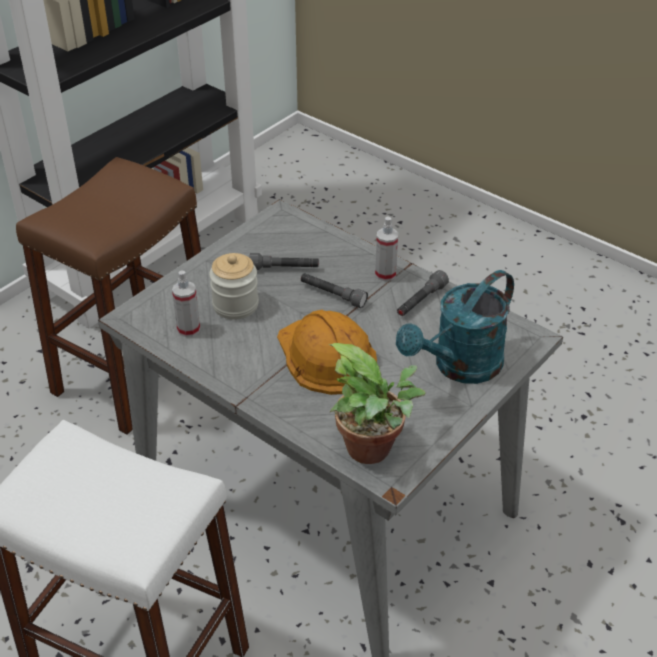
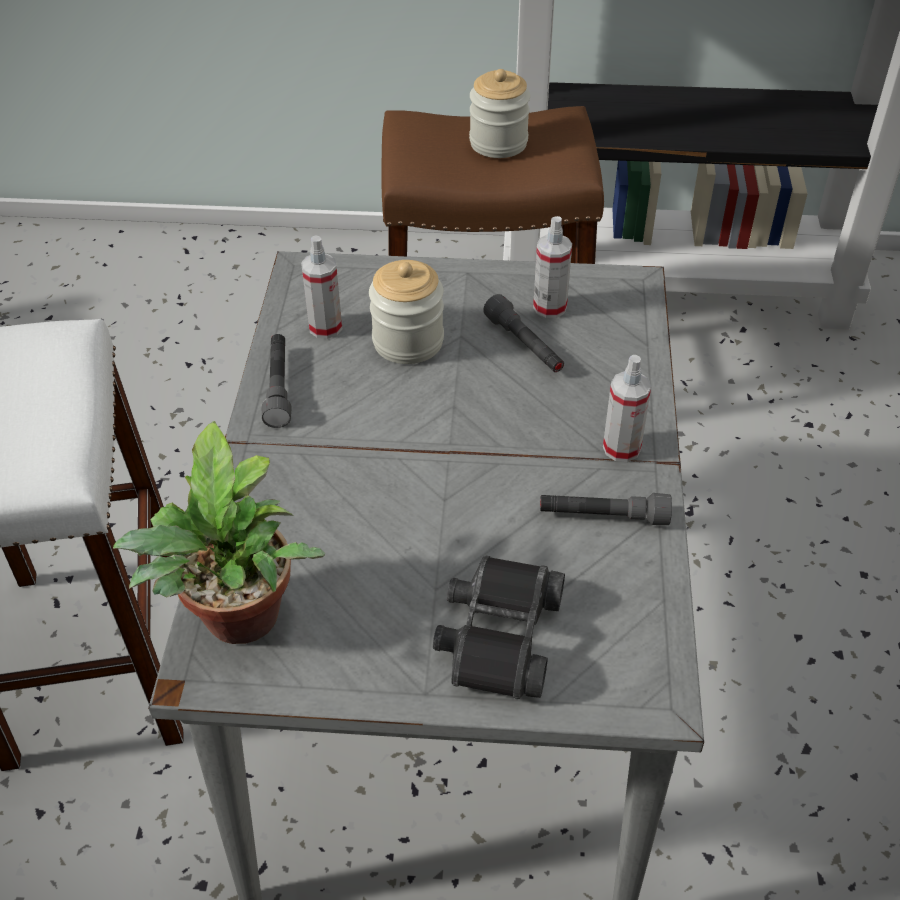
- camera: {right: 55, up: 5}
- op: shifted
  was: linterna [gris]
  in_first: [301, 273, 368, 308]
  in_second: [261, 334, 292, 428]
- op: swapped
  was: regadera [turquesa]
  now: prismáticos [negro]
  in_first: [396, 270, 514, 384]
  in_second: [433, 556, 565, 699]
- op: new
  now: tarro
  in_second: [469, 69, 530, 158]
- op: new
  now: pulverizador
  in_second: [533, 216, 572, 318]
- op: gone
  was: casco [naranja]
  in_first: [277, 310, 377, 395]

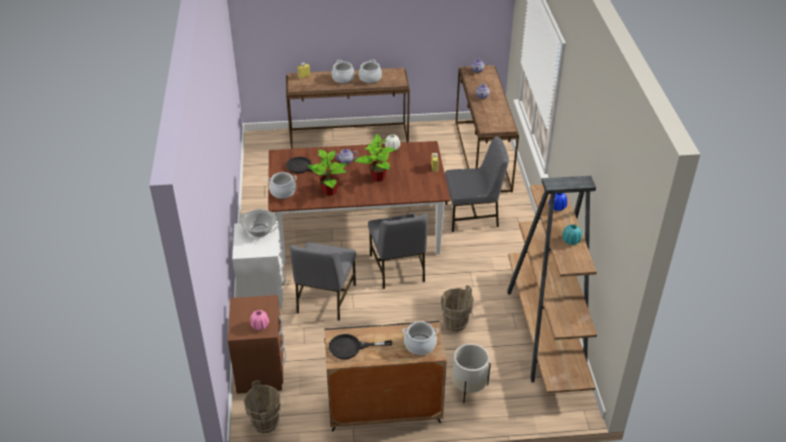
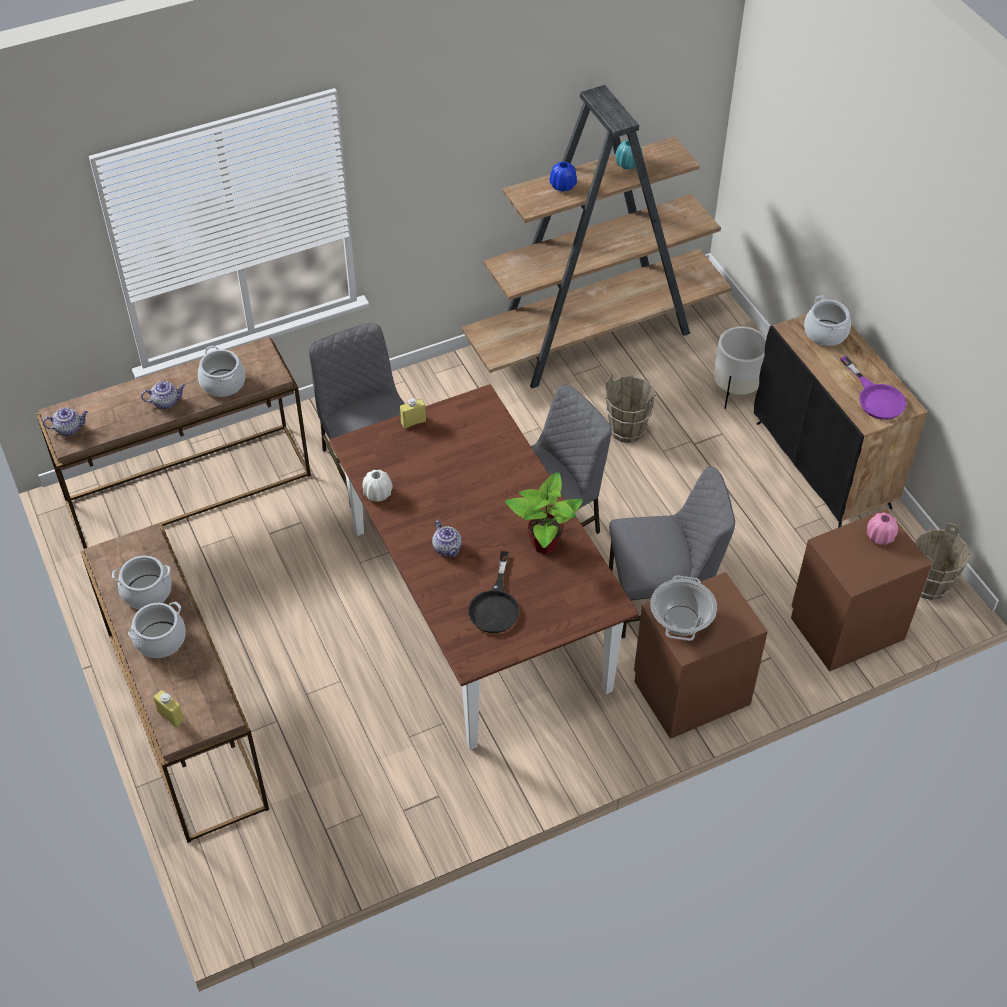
- camera: {right: -110, up: 10}
- op: shifted
  was: olla
  in_first: [267, 172, 297, 199]
  in_second: [198, 346, 245, 397]
- op: repainted
  was: mesita de noche [blanco]
  now: mesita de noche [marrón]
  in_first: [232, 221, 286, 309]
  in_second: [634, 572, 768, 739]
- op: repainted
  was: sartén [negro]
  now: sartén [morado]
  in_first: [329, 334, 392, 359]
  in_second: [840, 356, 906, 420]
- op: gone
  was: planta en maceta
  in_first: [355, 134, 396, 182]

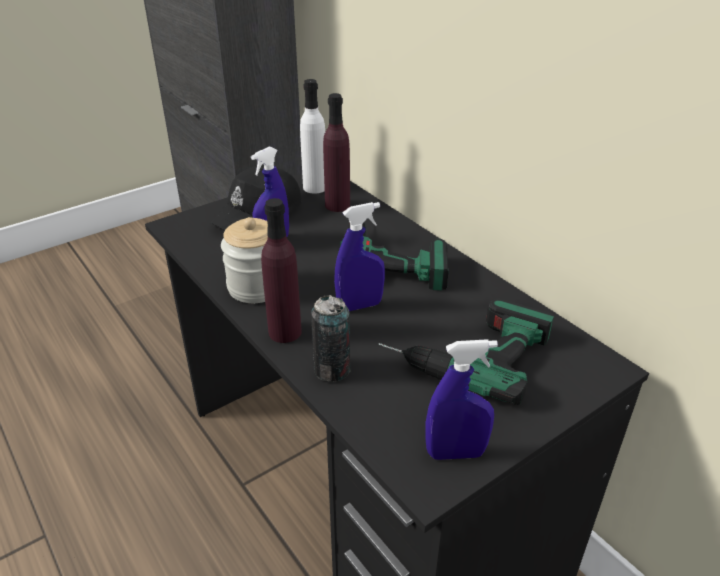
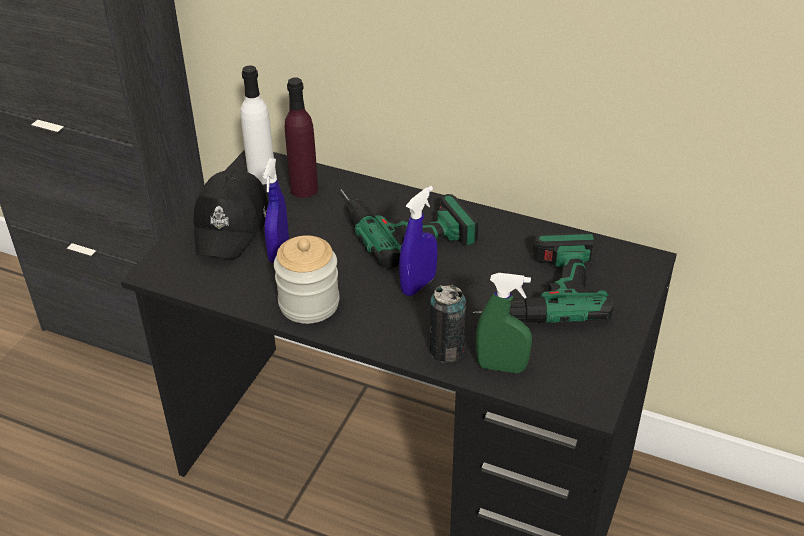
- camera: {right: -30, up: 5}
- op: new
  now: pulverizador [verde]
  in_second: [476, 273, 532, 373]
- op: gone
  was: botella [morado]
  in_first: [261, 198, 302, 343]
- op: gone
  was: pulverizador [azul]
  in_first: [426, 339, 498, 460]

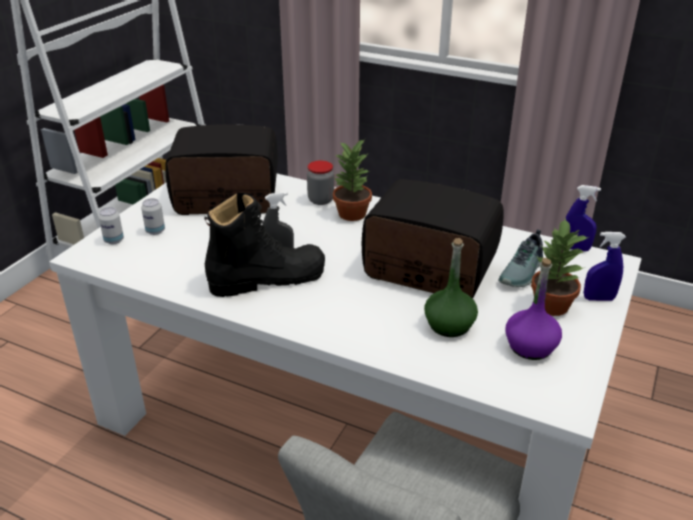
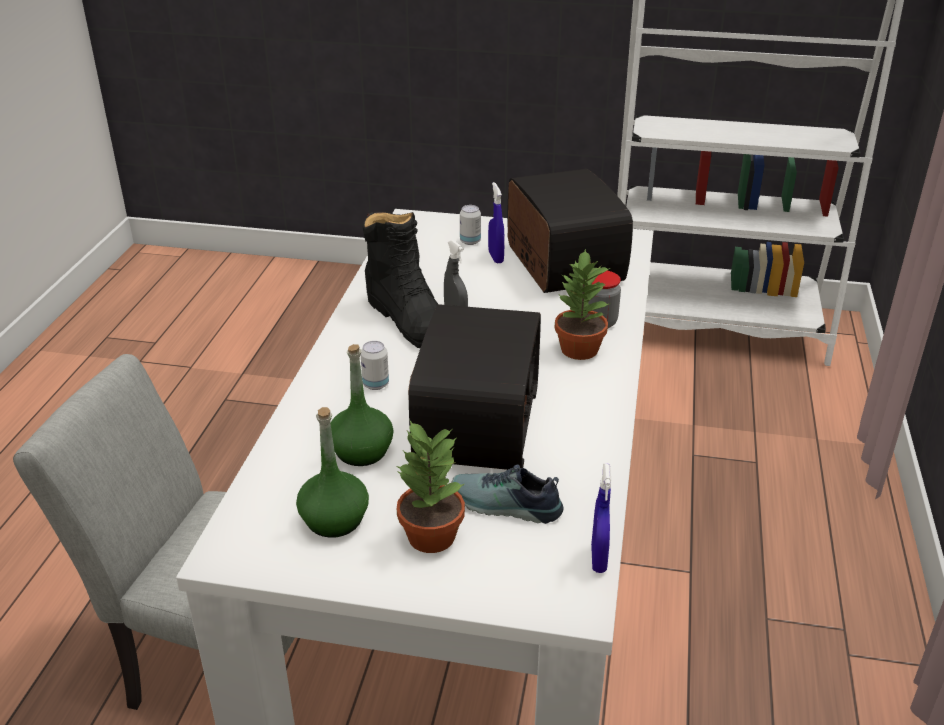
- camera: {right: 75, up: 0}
- op: repainted
  was: botella [morado]
  now: botella [verde]
  in_first: [505, 258, 562, 360]
  in_second: [296, 407, 369, 538]
- op: shifted
  was: lata
  in_first: [99, 207, 124, 244]
  in_second: [361, 341, 389, 390]
- op: shifted
  was: pulverizador [azul]
  in_first: [584, 232, 626, 301]
  in_second: [488, 182, 505, 264]

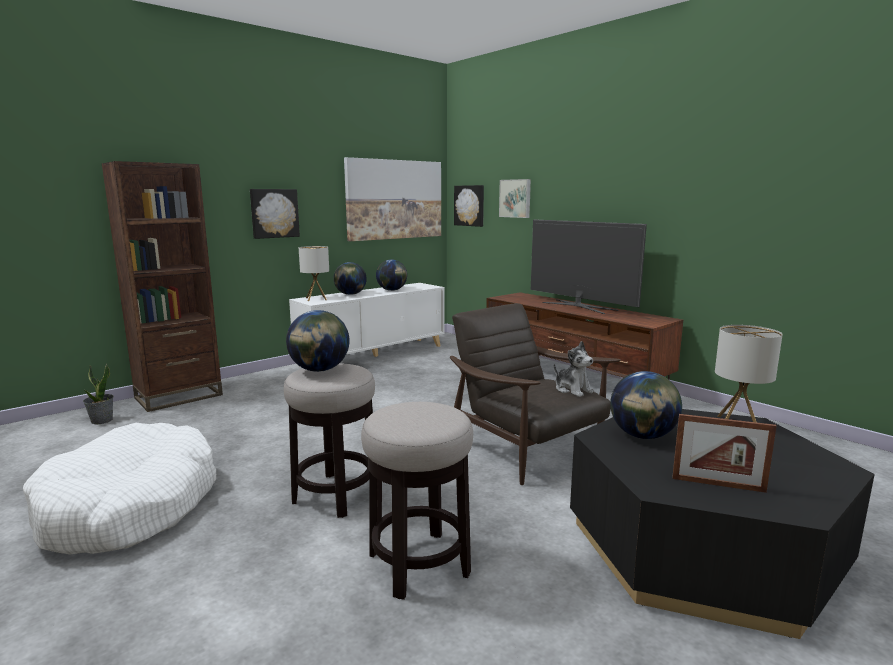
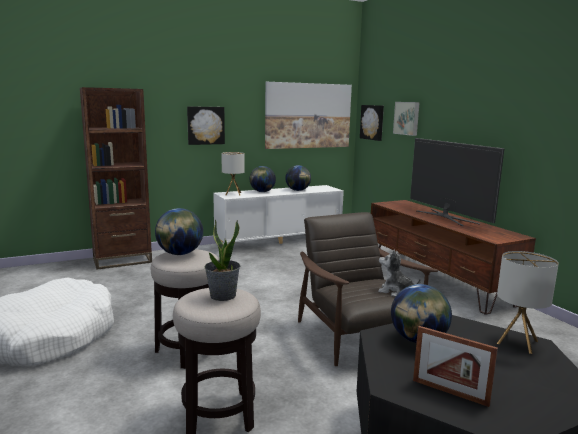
- camera: {right: 15, up: 0}
- op: shifted
  was: planta en maceta
  in_first: [83, 364, 114, 424]
  in_second: [205, 220, 240, 301]
- op: rotated
  was: peluche
  in_first: [554, 341, 594, 397]
  in_second: [378, 250, 421, 297]
  clockwise: 135

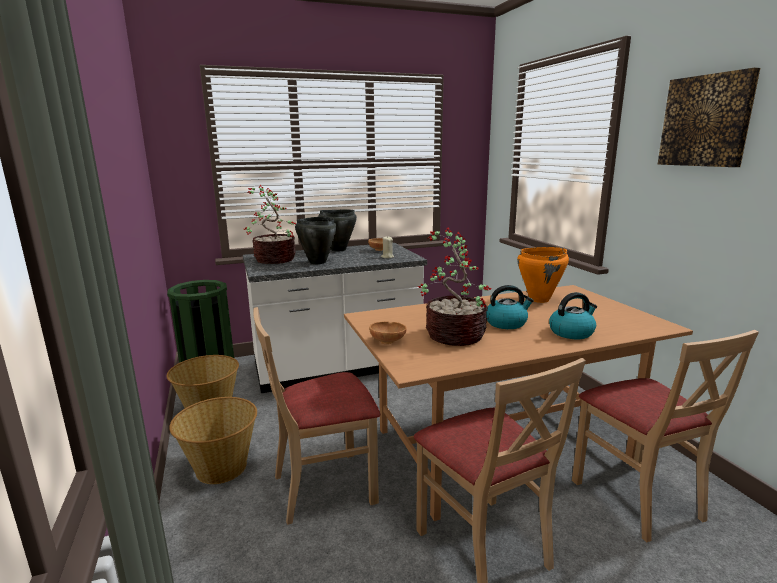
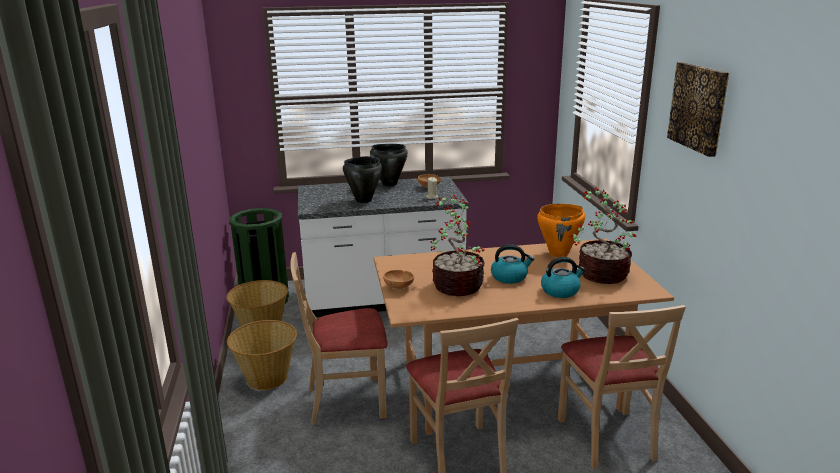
- camera: {right: 10, up: 5}
- op: shifted
  was: planta en maceta
  in_first: [244, 185, 296, 264]
  in_second: [569, 187, 636, 284]

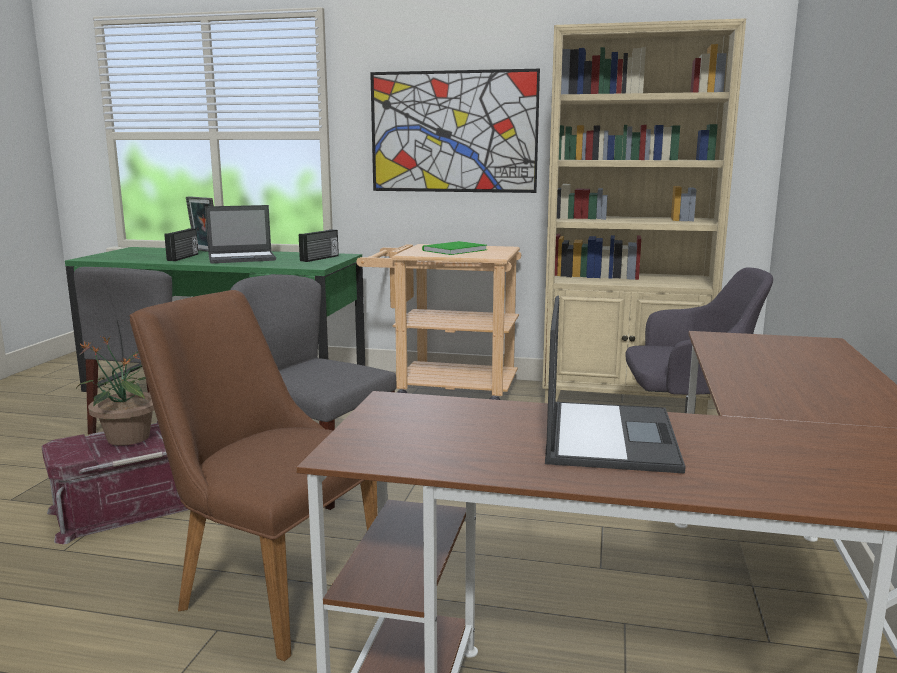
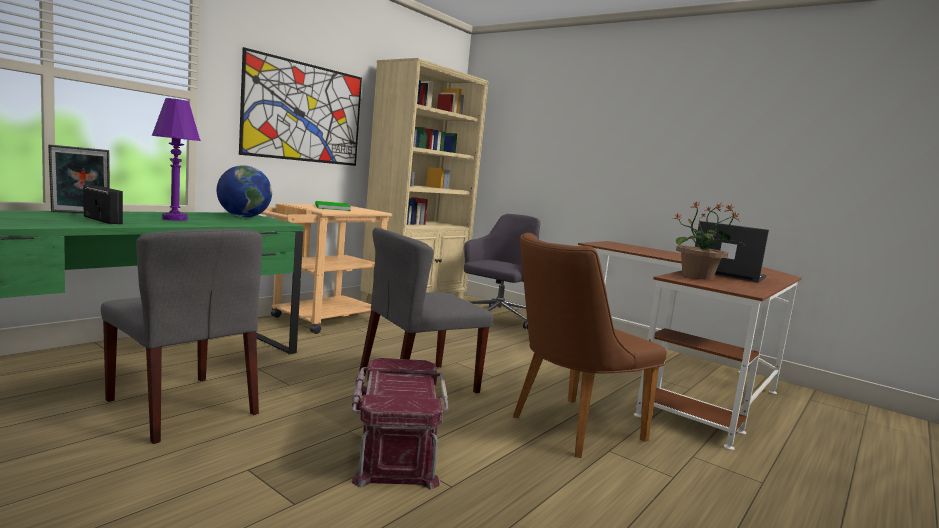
- camera: {right: -65, up: -5}
- op: swapped
  was: portátil
  now: lámpara de mesa [morado]
  in_first: [205, 205, 276, 263]
  in_second: [152, 98, 201, 221]
- op: swapped
  was: radio
  now: globo terráqueo
  in_first: [299, 229, 339, 262]
  in_second: [217, 165, 272, 217]
- op: shifted
  was: planta en maceta
  in_first: [77, 336, 154, 446]
  in_second: [673, 201, 744, 280]

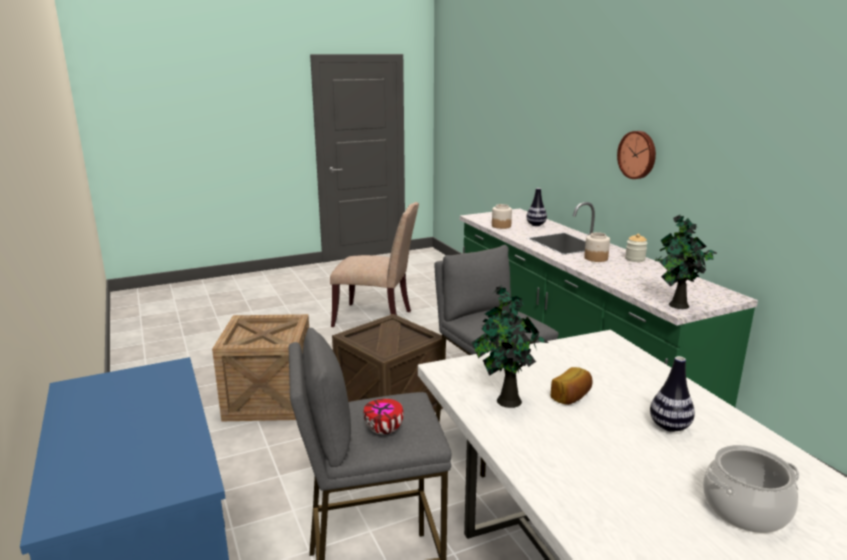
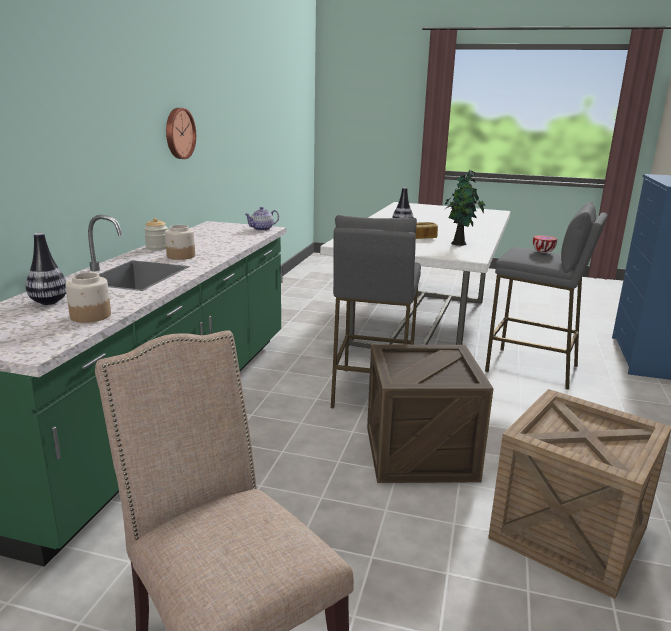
- camera: {right: -140, up: 0}
- op: shifted
  was: reloj de pared
  in_first: [617, 131, 656, 179]
  in_second: [166, 108, 196, 159]
- op: swapped
  was: planta en maceta
  now: tetera
  in_first: [655, 215, 717, 309]
  in_second: [244, 207, 279, 231]
- op: gone
  was: olla
  in_first: [703, 445, 799, 533]

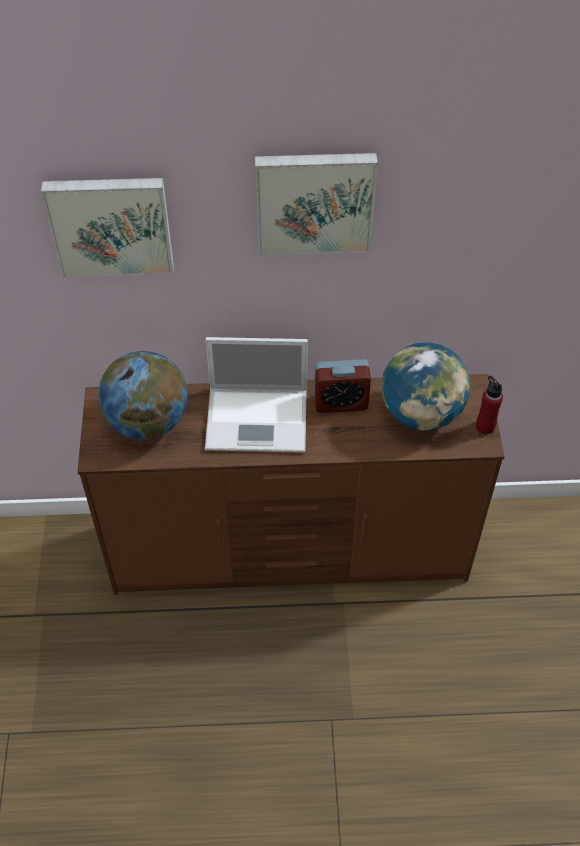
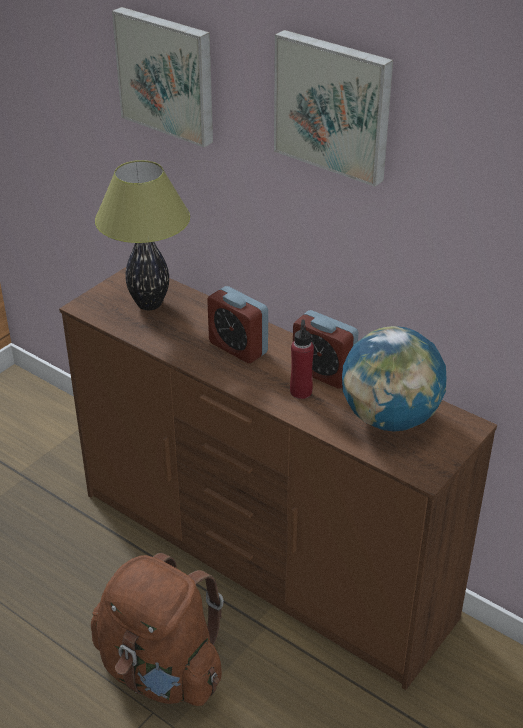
- camera: {right: 40, up: -15}
- op: new
  now: mochila [marrón]
  in_second: [91, 553, 224, 706]
- op: swapped
  was: globo terráqueo
  now: lámpara de mesa
  in_first: [98, 351, 188, 440]
  in_second: [95, 160, 190, 310]
- op: swapped
  was: portátil
  now: despertador
  in_first: [205, 337, 308, 453]
  in_second: [207, 286, 268, 363]
- op: shifted
  was: botella [rojo]
  in_first: [476, 375, 503, 434]
  in_second: [290, 319, 314, 399]

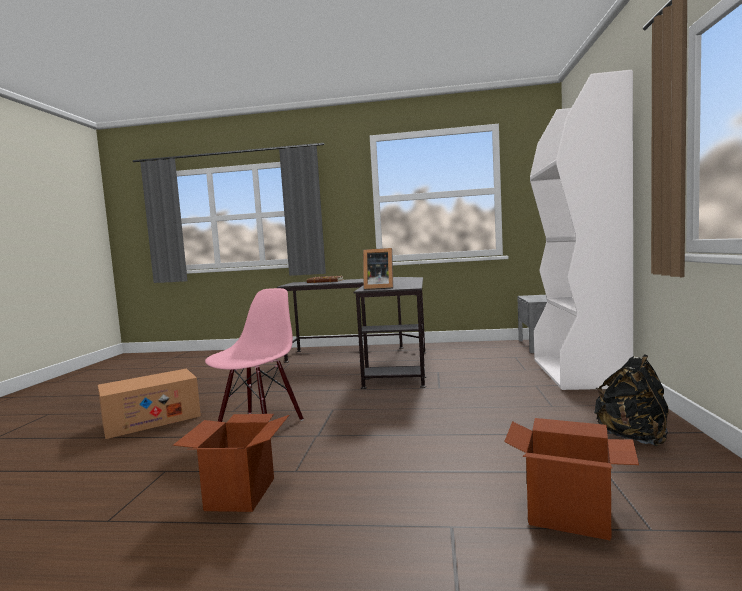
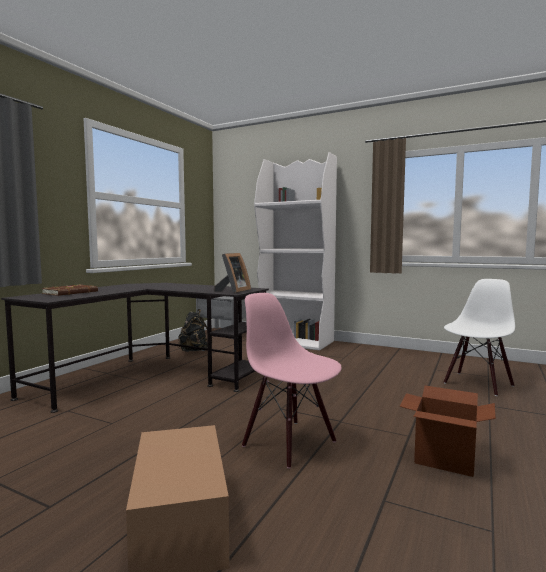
- camera: {right: -70, up: 0}
- op: shifted
  was: mochila [negro]
  in_first: [594, 354, 669, 446]
  in_second: [178, 309, 208, 352]
- op: swapped
  was: caja de cartón
  now: silla [blanco]
  in_first: [504, 418, 639, 541]
  in_second: [444, 279, 515, 396]

